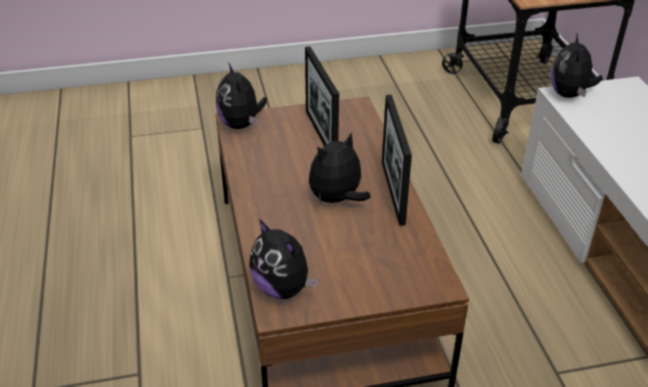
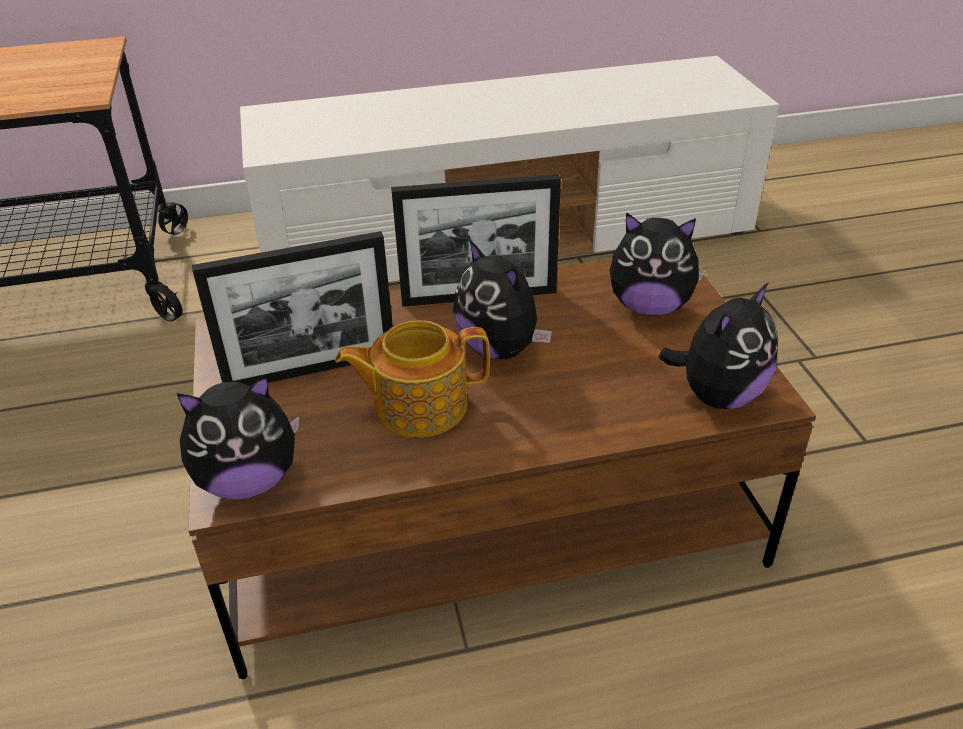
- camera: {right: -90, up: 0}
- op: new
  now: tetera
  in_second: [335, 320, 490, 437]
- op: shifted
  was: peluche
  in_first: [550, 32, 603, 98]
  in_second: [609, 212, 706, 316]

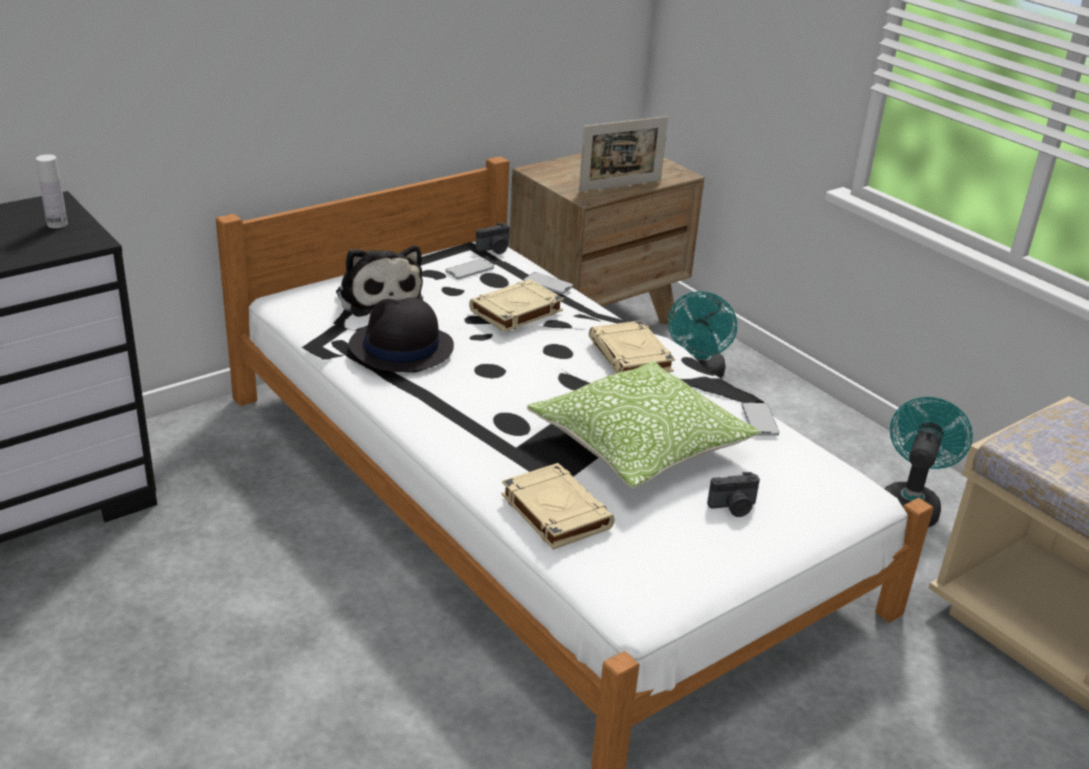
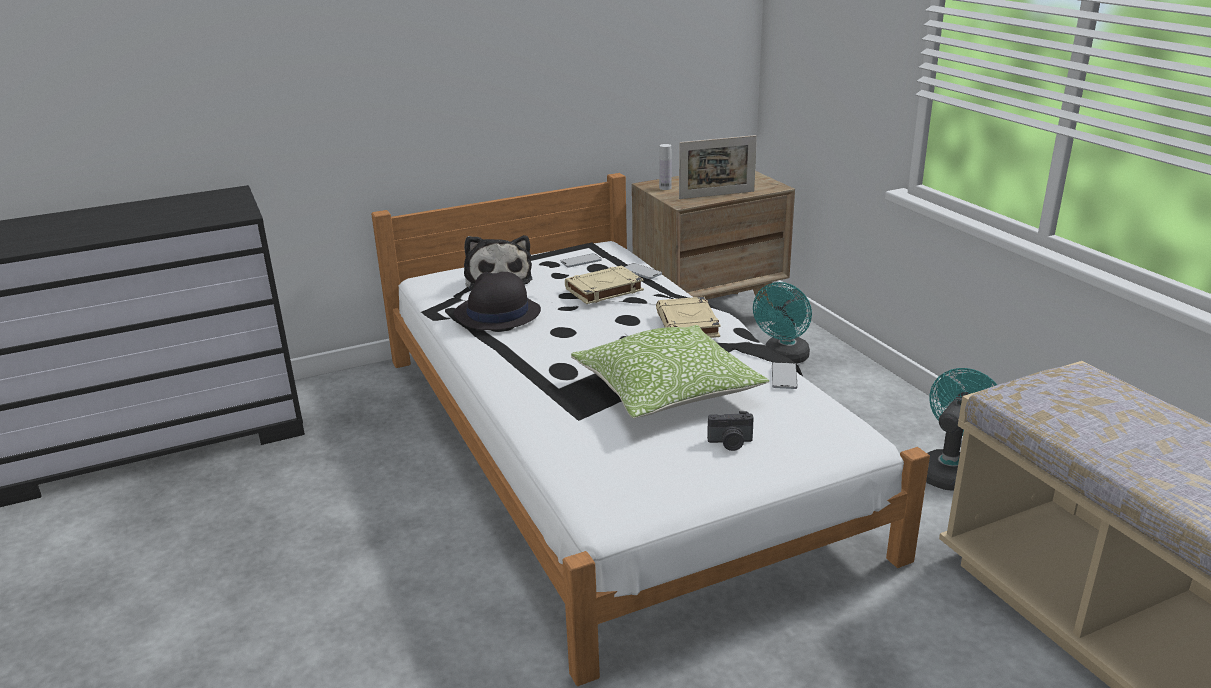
- camera: {right: 15, up: -5}
- op: shifted
  was: botella [blanco]
  in_first: [36, 154, 68, 228]
  in_second: [659, 144, 672, 190]
- op: gone
  was: cámara
  in_first: [476, 223, 510, 254]
- op: gone
  was: libro [beis]
  in_first: [502, 463, 615, 550]

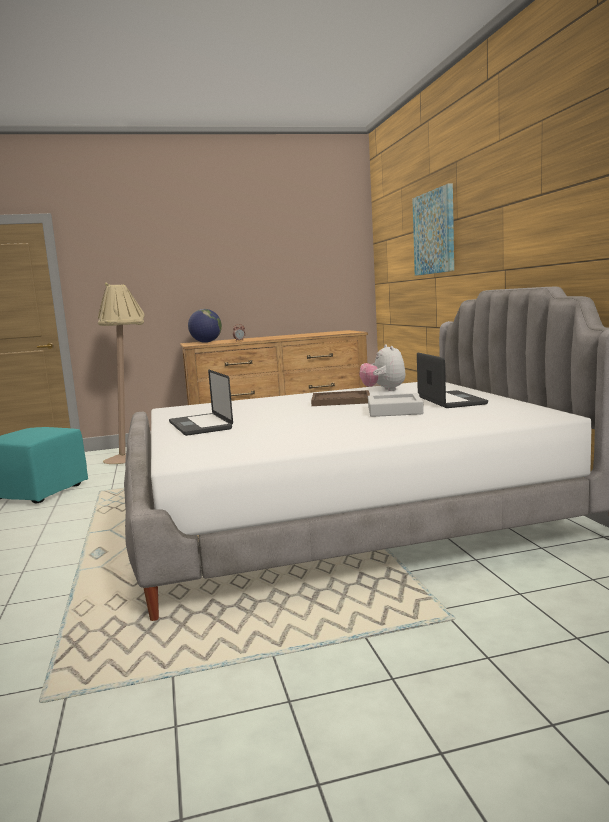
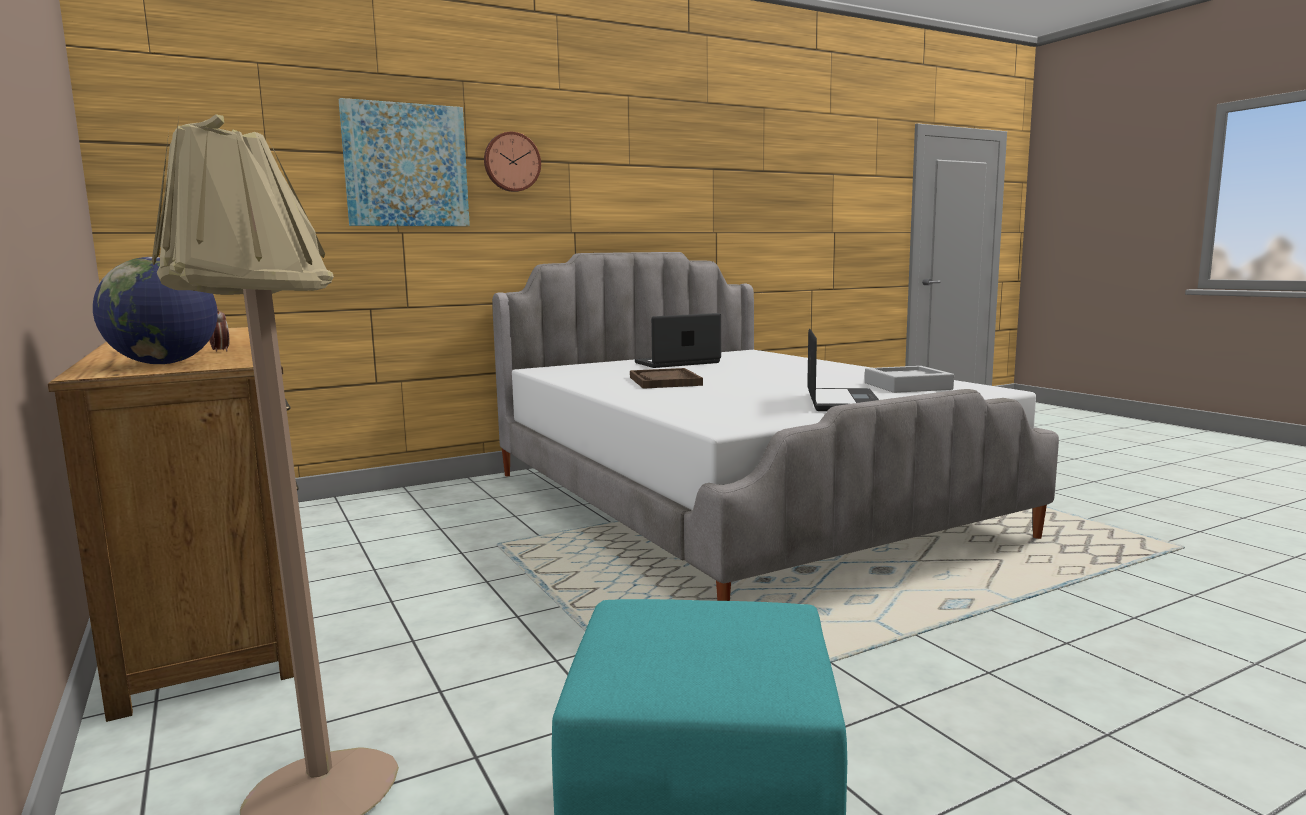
- camera: {right: -105, up: 0}
- op: new
  now: reloj de pared
  in_second: [484, 132, 541, 192]
- op: rotated
  was: portátil
  in_first: [169, 370, 233, 436]
  in_second: [807, 329, 879, 411]
  clockwise: -45
- op: shifted
  was: bandeja [gris]
  in_first: [368, 393, 424, 417]
  in_second: [865, 366, 954, 393]
- op: gone
  was: peluche
  in_first: [360, 344, 405, 391]

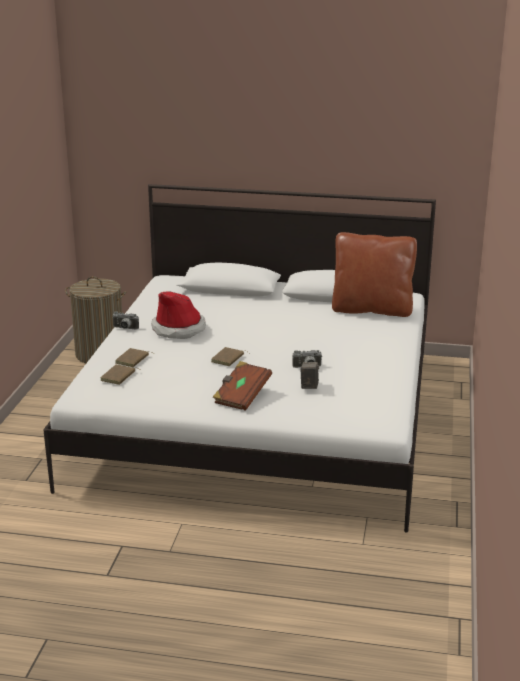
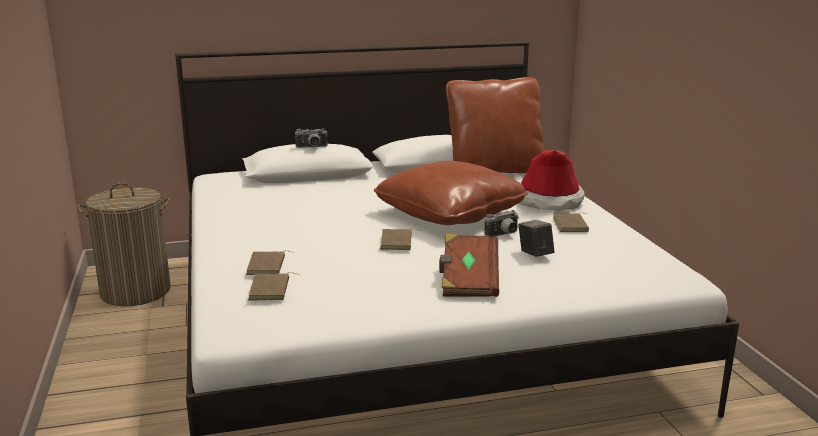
- camera: {right: -25, up: -5}
- op: shifted
  was: cámara
  in_first: [112, 311, 139, 329]
  in_second: [295, 128, 328, 148]
- op: new
  now: cojín [marrón]
  in_second: [374, 161, 528, 225]
- op: shifted
  was: sombrero
  in_first: [151, 291, 206, 339]
  in_second: [520, 150, 585, 211]
- op: new
  now: libro [marrón]
  in_second: [553, 212, 589, 232]

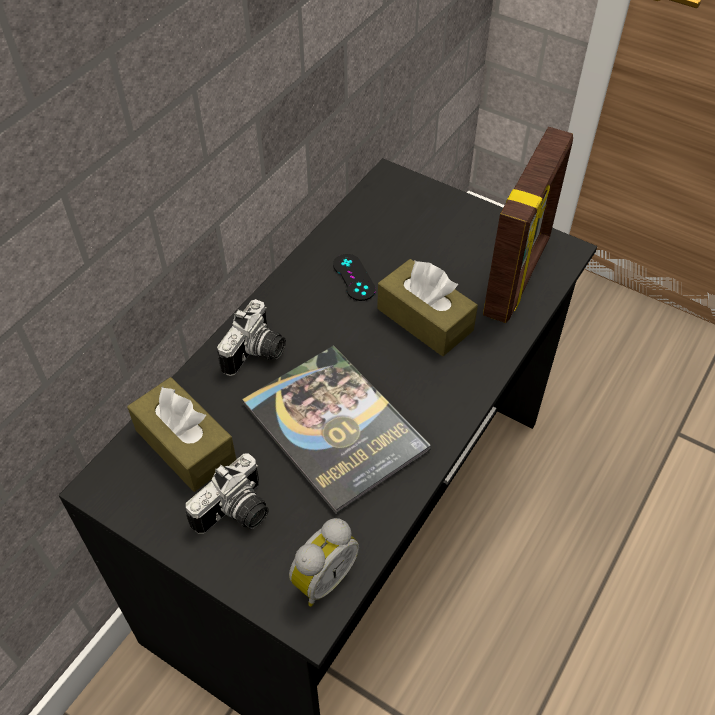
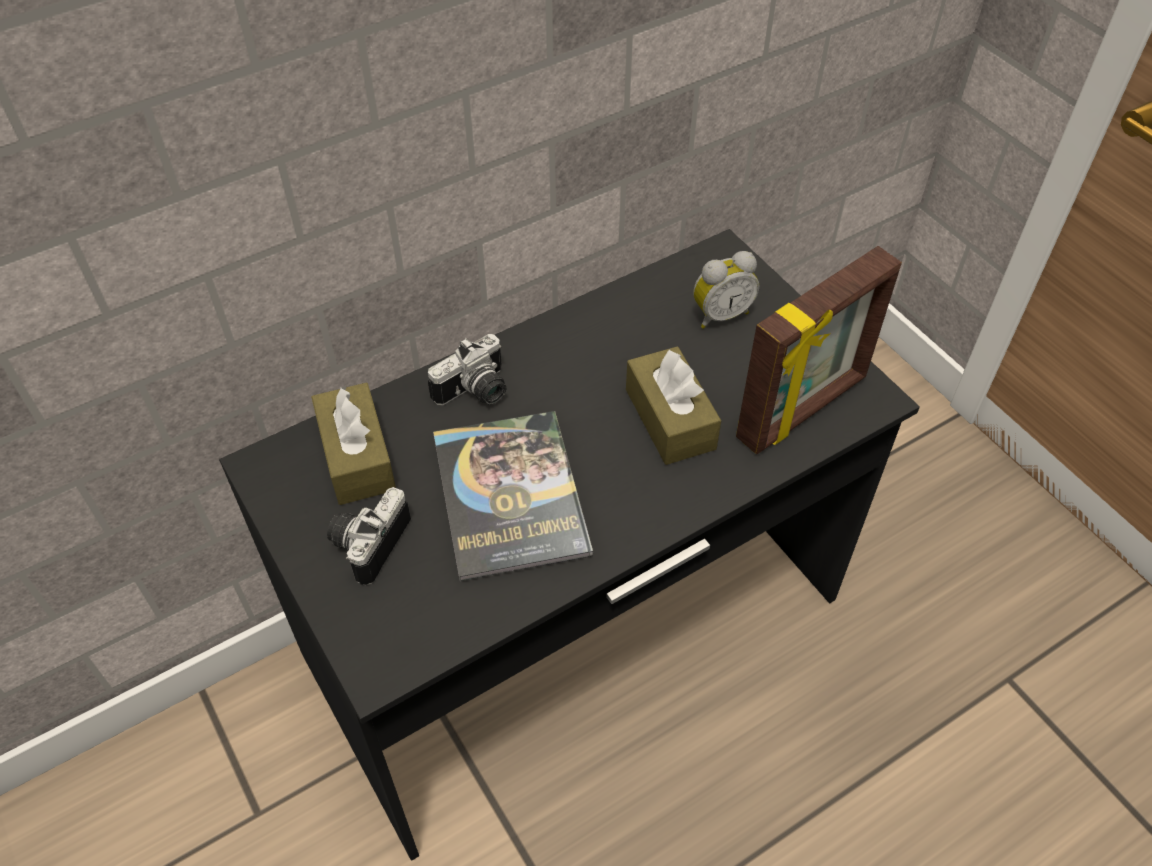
- camera: {right: 25, up: 0}
- op: rotated
  was: cámara
  in_first: [186, 454, 269, 534]
  in_second: [327, 487, 411, 585]
  clockwise: 135
- op: shifted
  was: despertador
  in_first: [289, 518, 359, 607]
  in_second: [693, 251, 759, 329]
- op: gone
  was: mando de consola [negro]
  in_first: [333, 254, 376, 301]

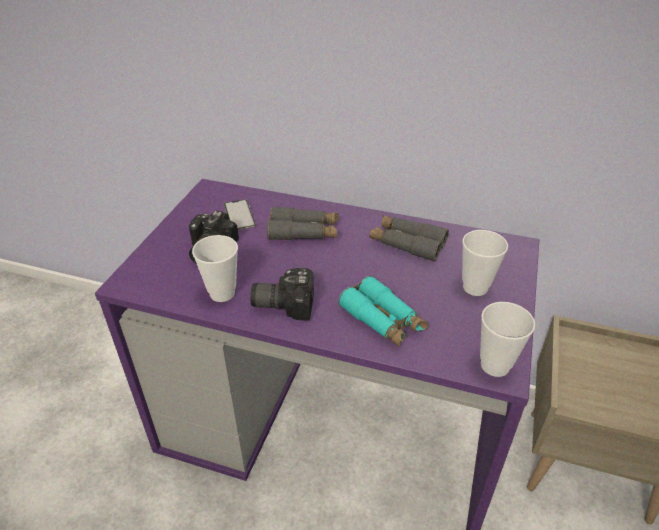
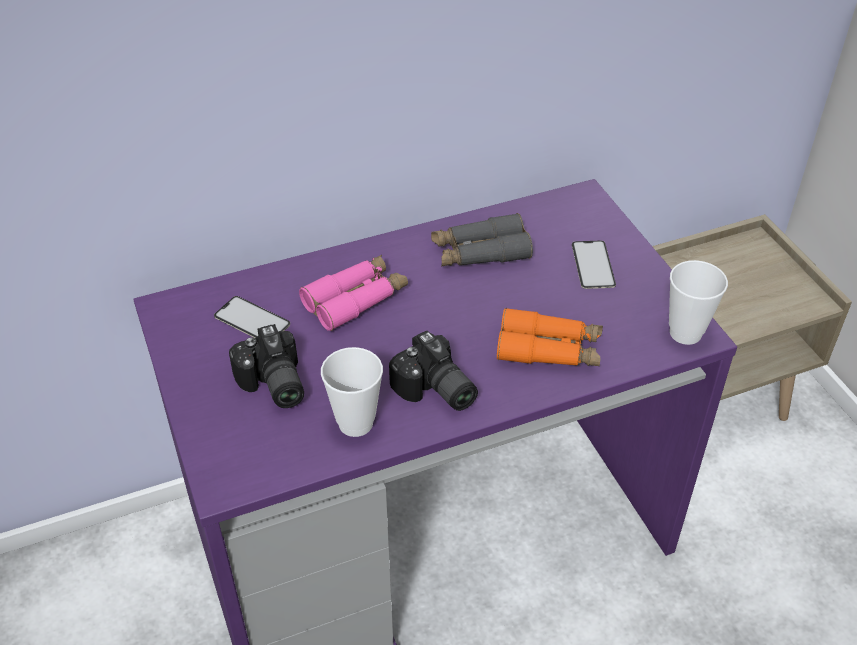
- camera: {right: -40, up: 5}
- op: repainted
  was: prismáticos [gris]
  now: prismáticos [rosa]
  in_first: [267, 207, 338, 240]
  in_second: [299, 255, 408, 331]
- op: rotated
  was: cámara
  in_first: [250, 268, 314, 321]
  in_second: [389, 331, 478, 411]
  clockwise: -90
- op: repainted
  was: prismáticos [turquesa]
  now: prismáticos [naranja]
  in_first: [339, 276, 428, 347]
  in_second: [497, 308, 603, 366]
- op: swapped
  was: taza
  now: móvil
  in_first: [462, 230, 508, 296]
  in_second: [572, 241, 616, 289]

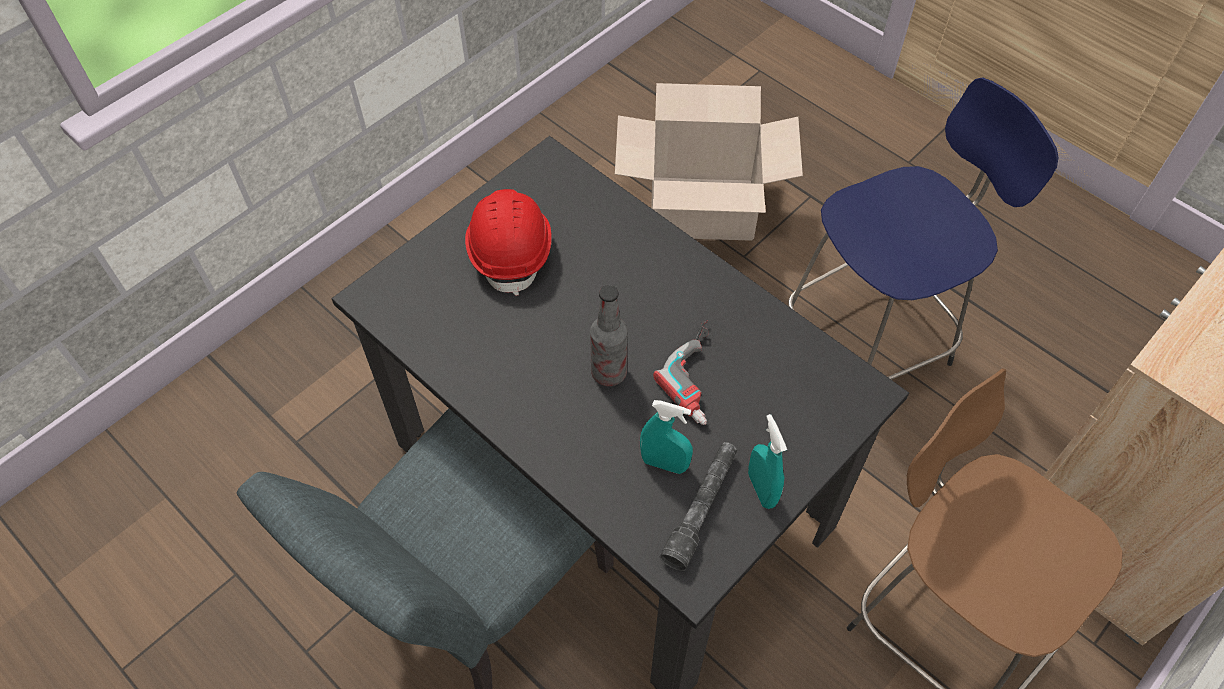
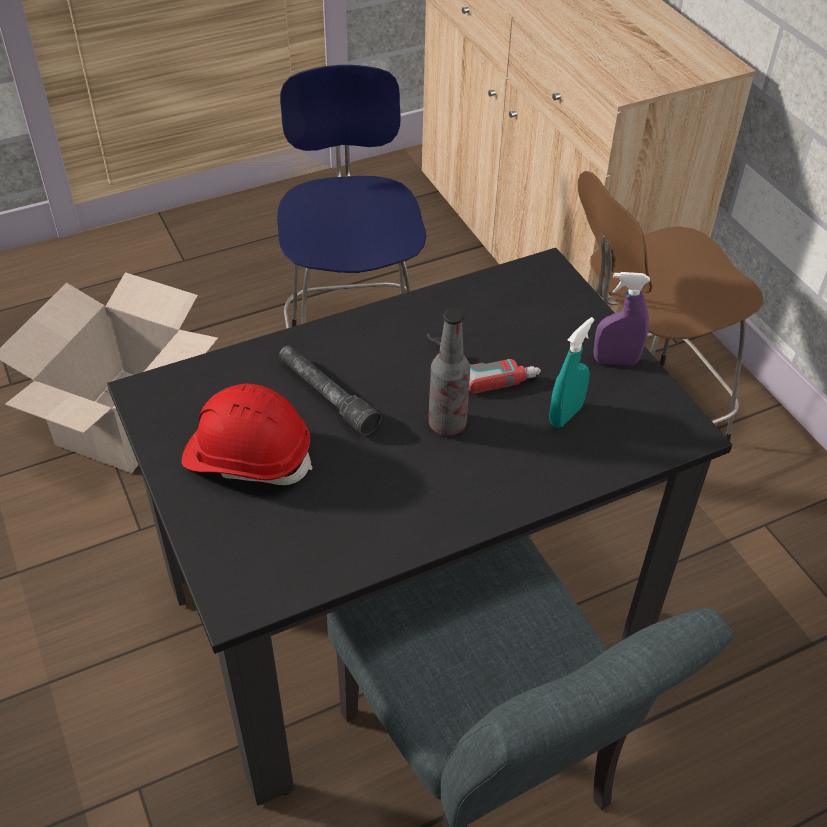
- camera: {right: -70, up: -10}
- op: shifted
  was: linterna [gris]
  in_first: [660, 442, 737, 571]
  in_second: [279, 345, 381, 436]
- op: repainted
  was: pulverizador [turquesa]
  now: pulverizador [morado]
  in_first: [748, 414, 787, 509]
  in_second: [594, 272, 650, 365]

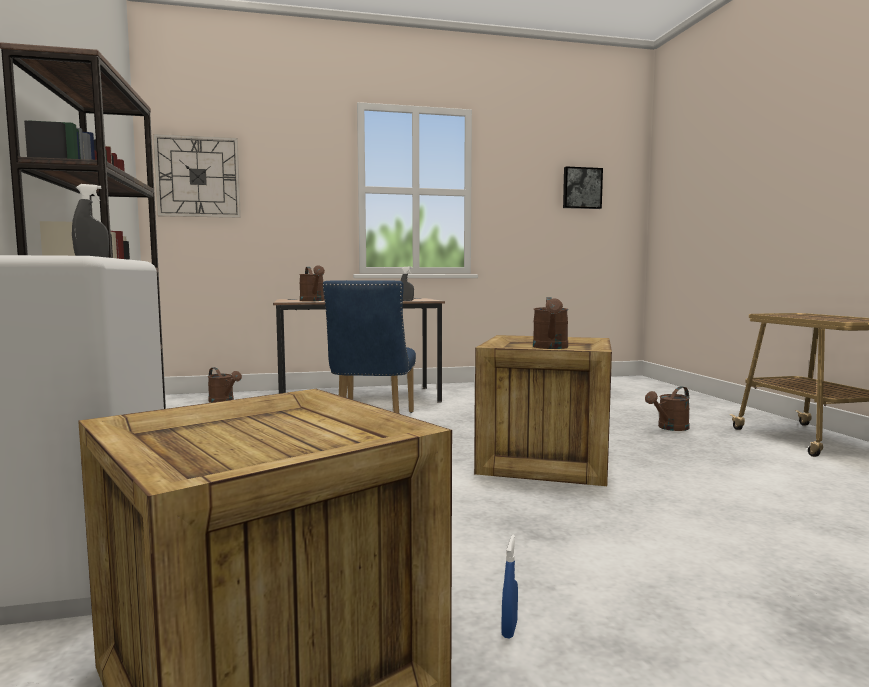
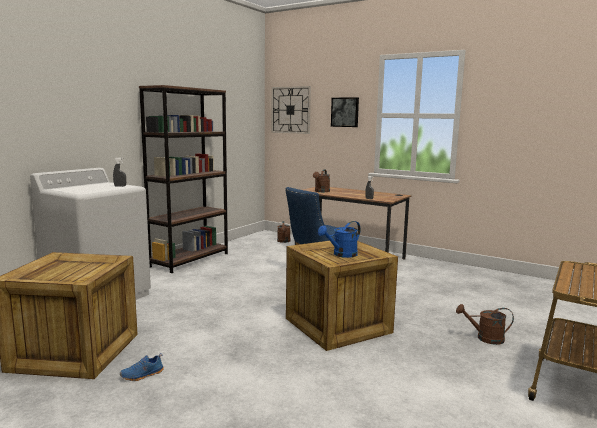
- camera: {right: 45, up: 5}
- op: swapped
  was: pulverizador [azul]
  now: zapato [azul]
  in_first: [501, 535, 518, 639]
  in_second: [120, 353, 164, 381]
- op: repainted
  was: regadera [marrón]
  now: regadera [azul]
  in_first: [533, 297, 568, 349]
  in_second: [318, 221, 360, 258]
- op: shifted
  was: cuadro
  in_first: [563, 166, 603, 209]
  in_second: [331, 97, 359, 127]

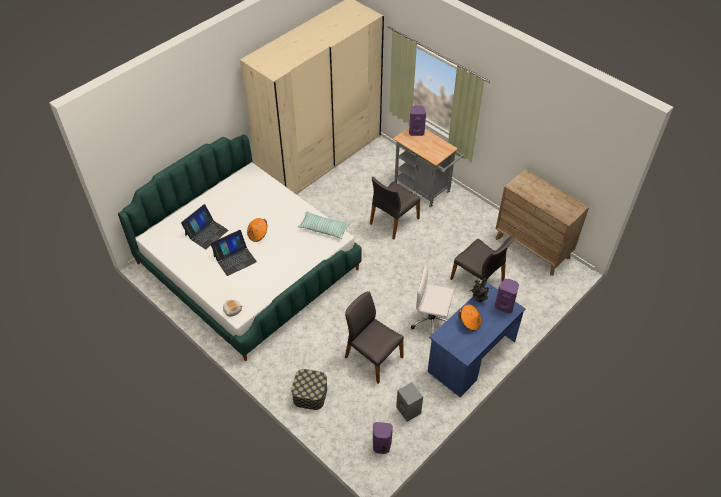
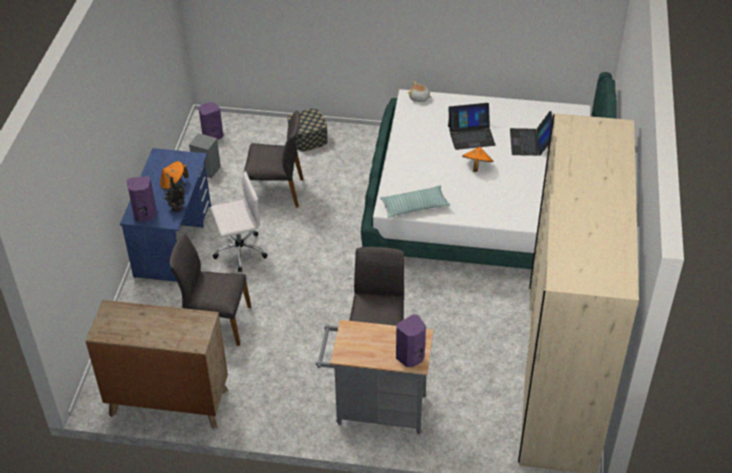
- camera: {right: 145, up: -5}
- op: rotated
  was: portátil
  in_first: [210, 230, 257, 276]
  in_second: [448, 103, 496, 150]
  clockwise: -120

